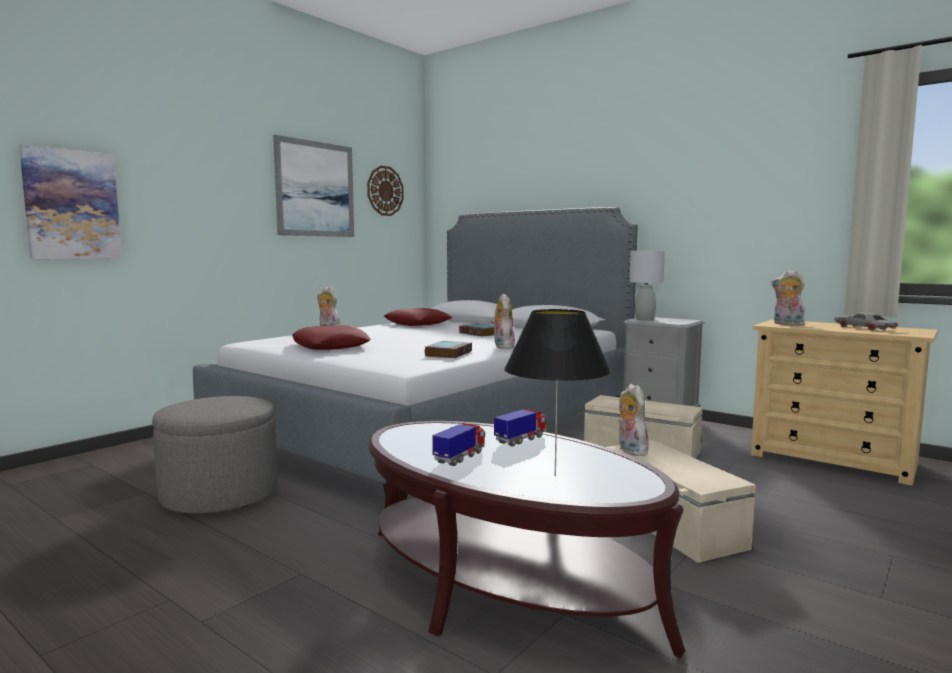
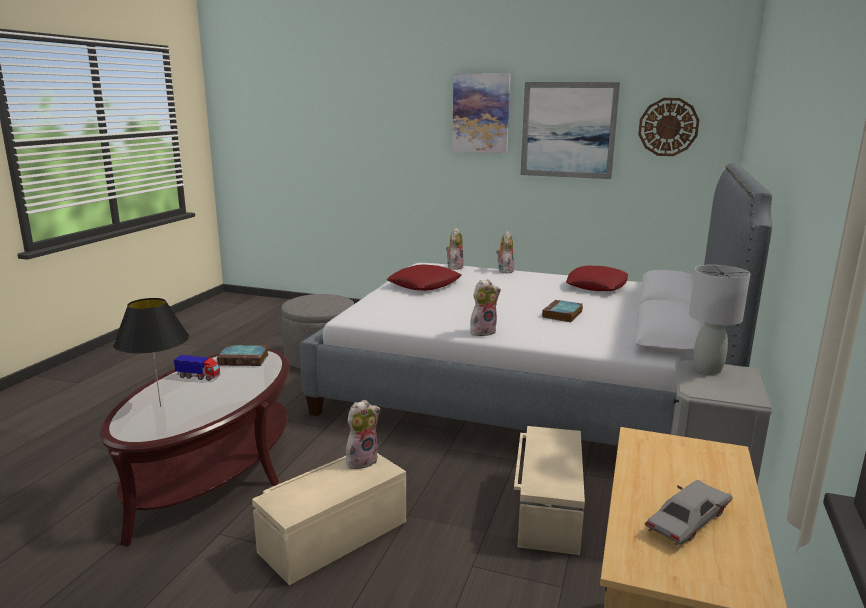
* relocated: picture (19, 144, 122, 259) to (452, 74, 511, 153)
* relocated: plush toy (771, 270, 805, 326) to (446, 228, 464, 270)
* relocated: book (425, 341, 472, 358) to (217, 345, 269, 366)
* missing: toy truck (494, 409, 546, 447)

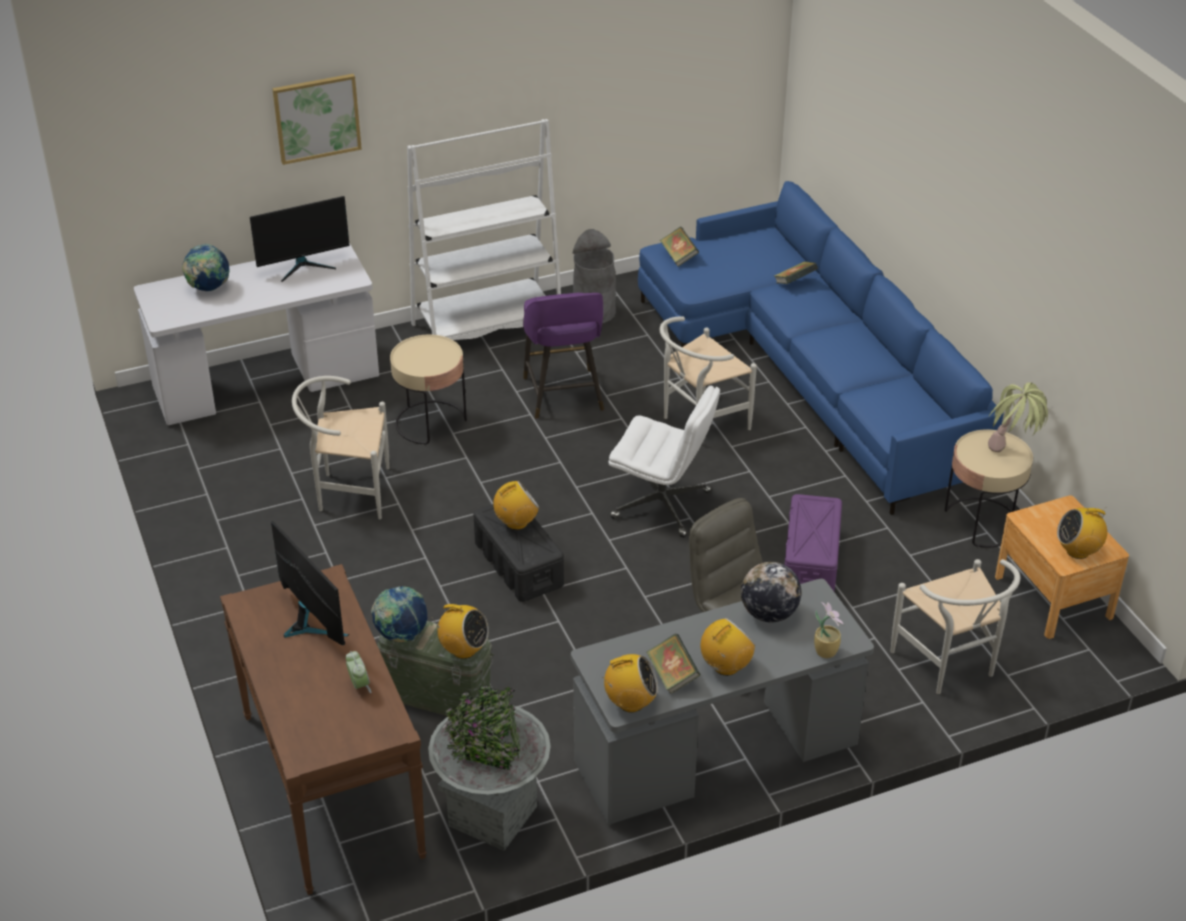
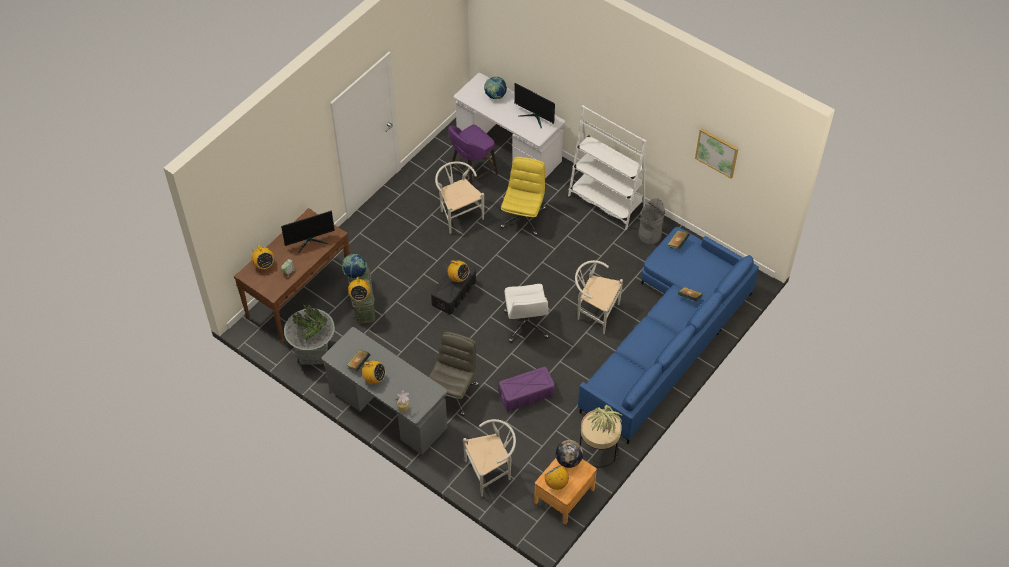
* relocated: picture (272, 74, 362, 165) to (695, 128, 739, 178)
* relocated: purple stool (523, 293, 604, 419) to (448, 125, 498, 184)
* exchanged: beige side table (390, 335, 467, 445) to yellow office chair (500, 157, 546, 235)
* spun: monitor (271, 521, 349, 645) = (281, 211, 335, 253) 45 degrees clockwise
* spun: white chair (890, 559, 1020, 694) = (463, 419, 516, 497) 150 degrees counterclockwise
* relocated: globe (741, 562, 801, 622) to (555, 440, 583, 468)
* relocated: radio (603, 654, 659, 712) to (252, 245, 274, 270)

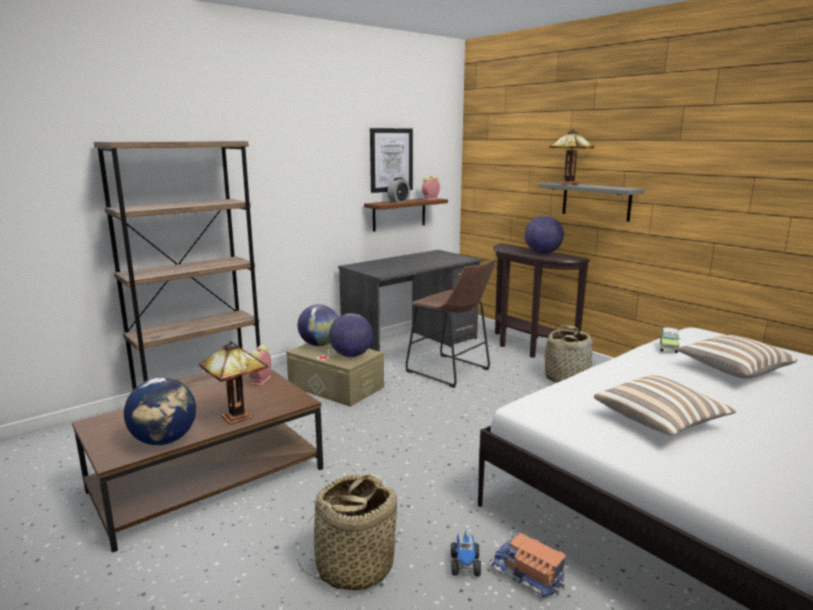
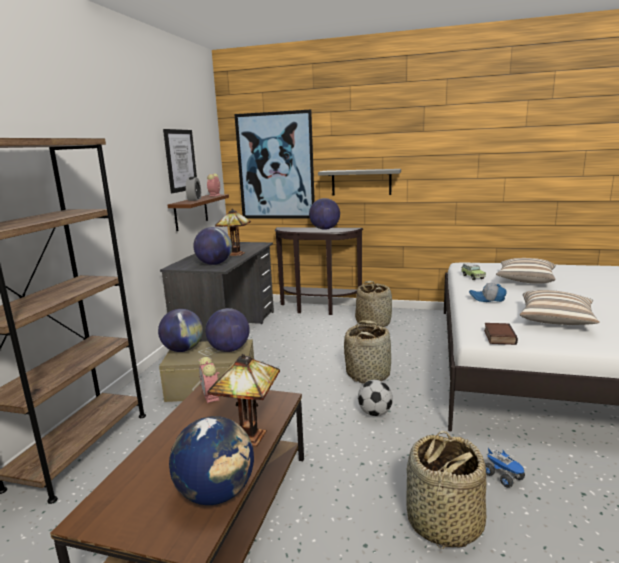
* relocated: table lamp (549, 129, 594, 185) to (215, 209, 251, 256)
* missing: brown stool (406, 259, 495, 388)
* missing: toy truck (490, 533, 566, 598)
* appeared: picture (234, 110, 315, 218)
* appeared: globe (193, 227, 232, 265)
* appeared: cap (469, 283, 507, 302)
* appeared: basket (344, 320, 391, 384)
* appeared: book (484, 323, 518, 345)
* appeared: football (358, 380, 393, 416)

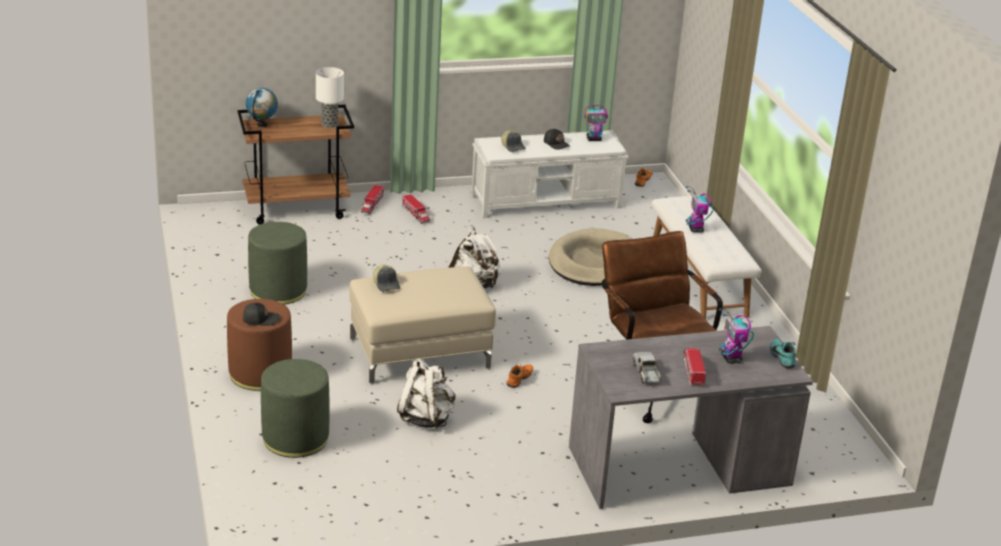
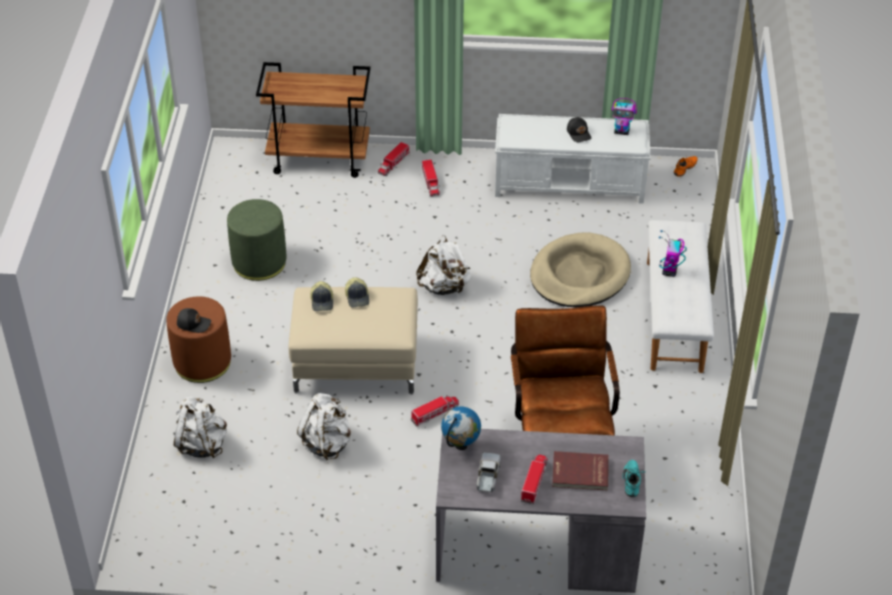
* missing: table lamp (316, 67, 344, 128)
* relocated: globe (246, 88, 278, 127) to (441, 407, 481, 450)
* relocated: cap (501, 131, 526, 152) to (345, 277, 369, 308)
* exchanged: toy robot (719, 308, 754, 364) to red book (552, 451, 609, 491)
* exchanged: green ottoman (261, 359, 330, 458) to white backpack (174, 397, 227, 458)
* exchanged: orange shoe (506, 364, 533, 388) to toy truck (411, 395, 459, 426)

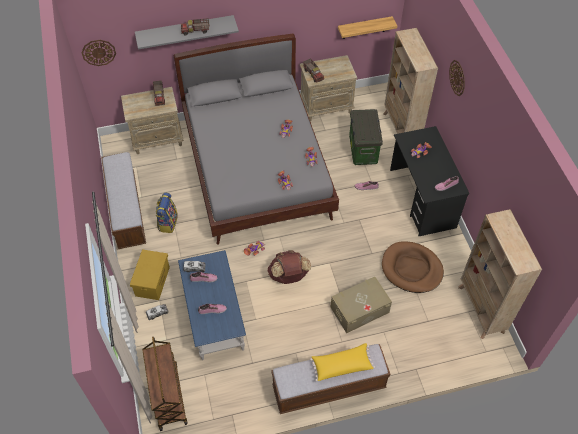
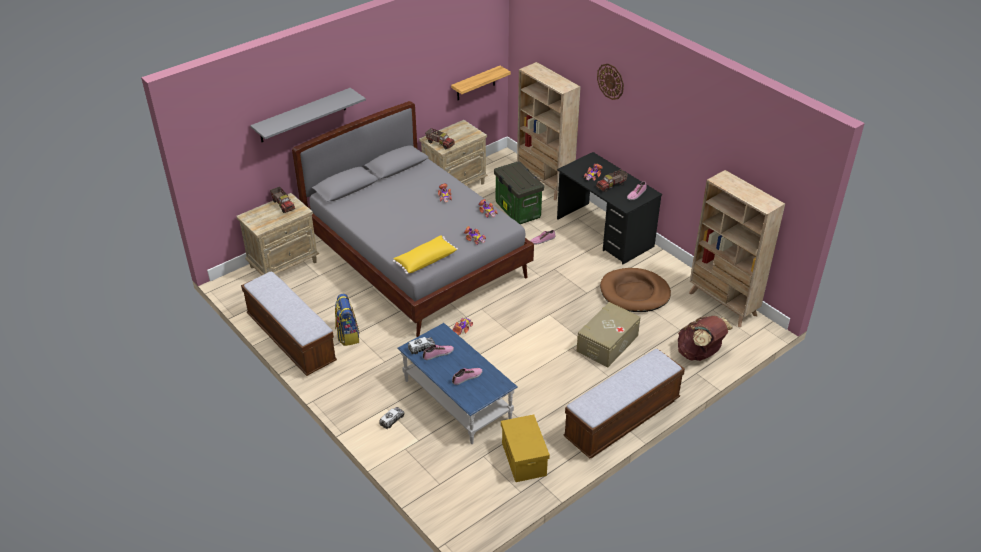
* relocated: toy truck (181, 18, 209, 36) to (596, 169, 628, 192)
* missing: wall clock (81, 40, 116, 66)
* relocated: yellow storage box (130, 249, 170, 300) to (501, 415, 550, 482)
* relocated: brown backpack (268, 250, 311, 284) to (678, 316, 733, 361)
* missing: brown cart (142, 337, 187, 431)
* relocated: yellow pillow (310, 343, 375, 381) to (393, 235, 458, 274)

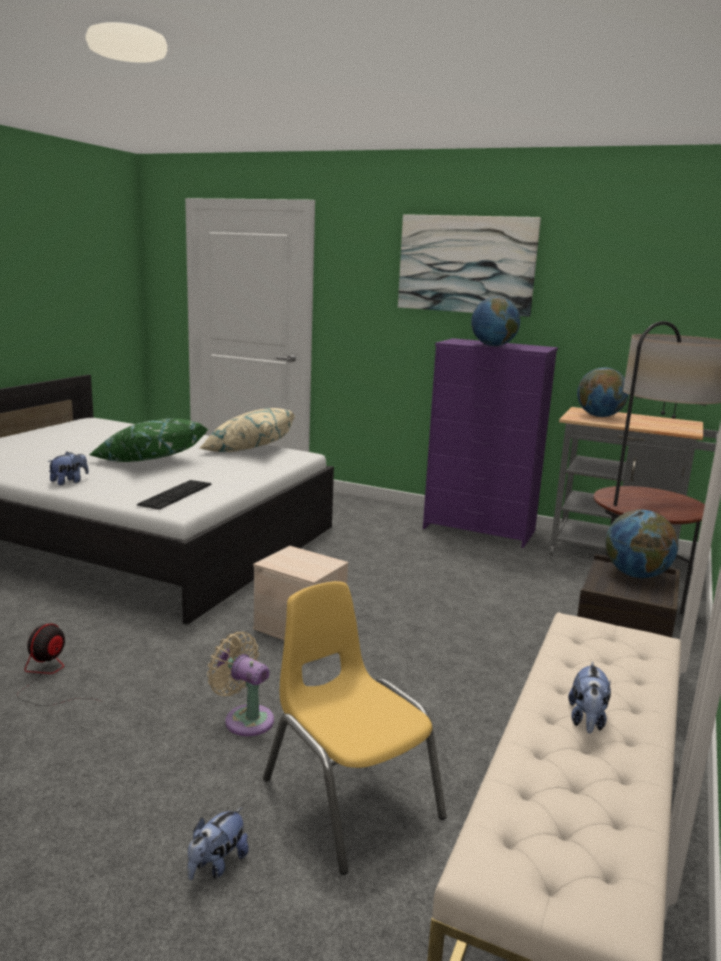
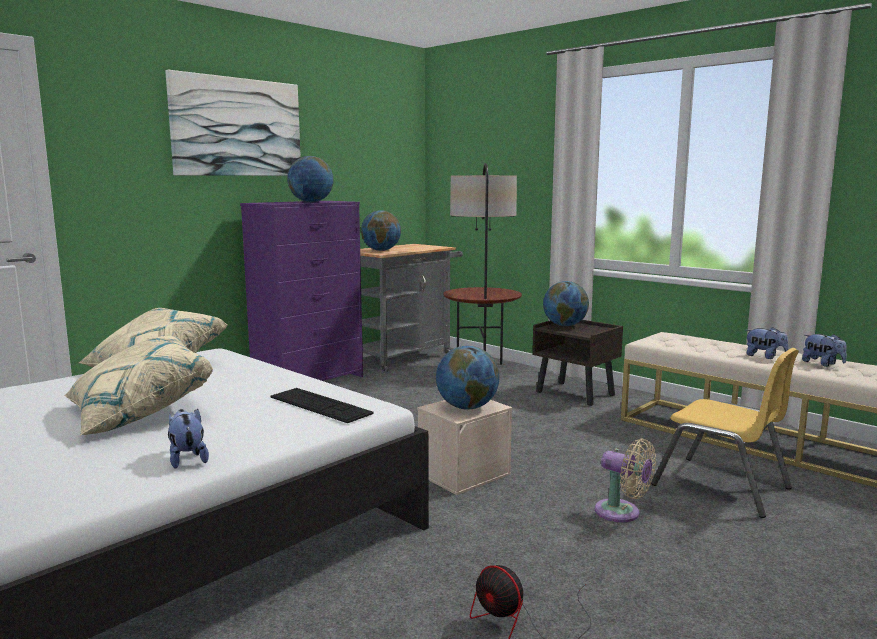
* colour: green pillow (90, 418, 209, 462) to beige pillow (64, 336, 213, 435)
* spun: yellow chair (263, 581, 447, 875) = (651, 348, 799, 518) 120 degrees counterclockwise
* spun: beige fan (207, 632, 274, 736) = (595, 438, 656, 522) 105 degrees counterclockwise
* relocated: plush toy (188, 807, 248, 880) to (802, 334, 847, 367)
* appeared: globe (436, 346, 500, 409)

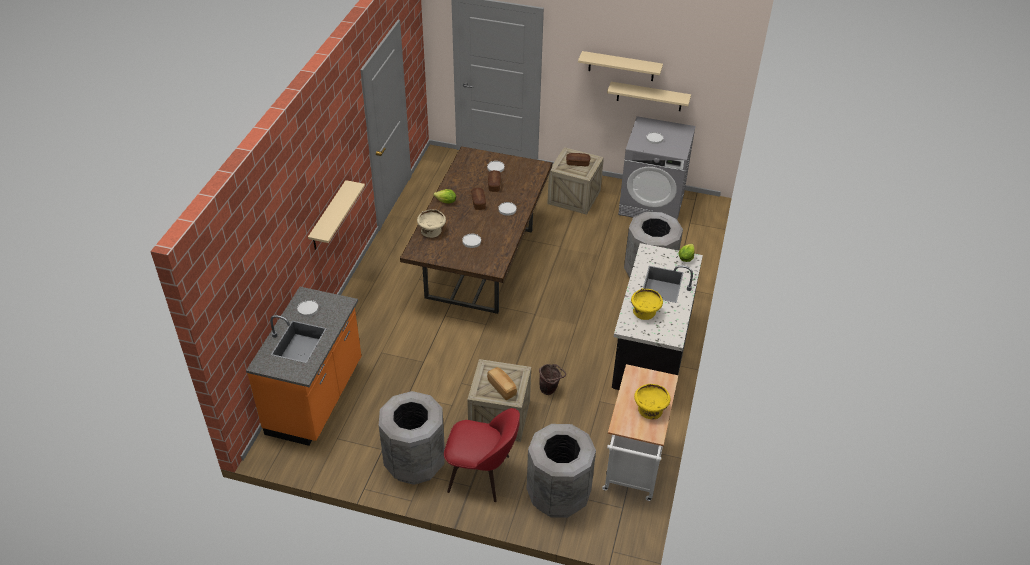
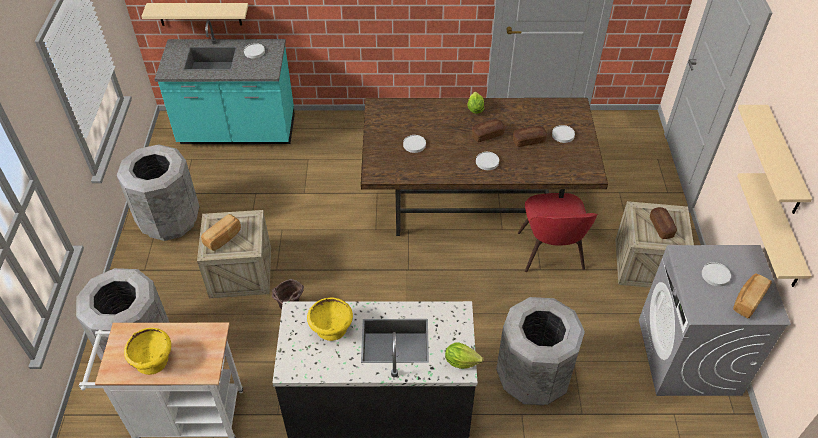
* relocated: beige shelf (308, 180, 365, 250) to (141, 3, 248, 26)
* missing: beige bowl (417, 210, 446, 238)
* colour: orange counter (246, 287, 362, 446) to turquoise counter (155, 20, 295, 144)
* relocated: red chair (444, 408, 520, 502) to (518, 193, 598, 272)
* appeared: bread (733, 273, 772, 319)

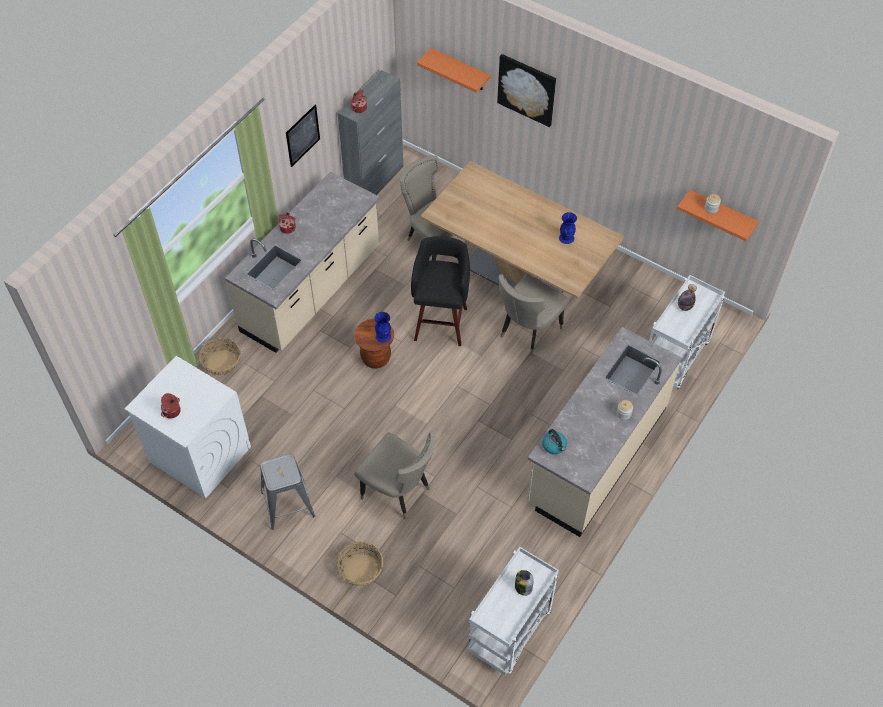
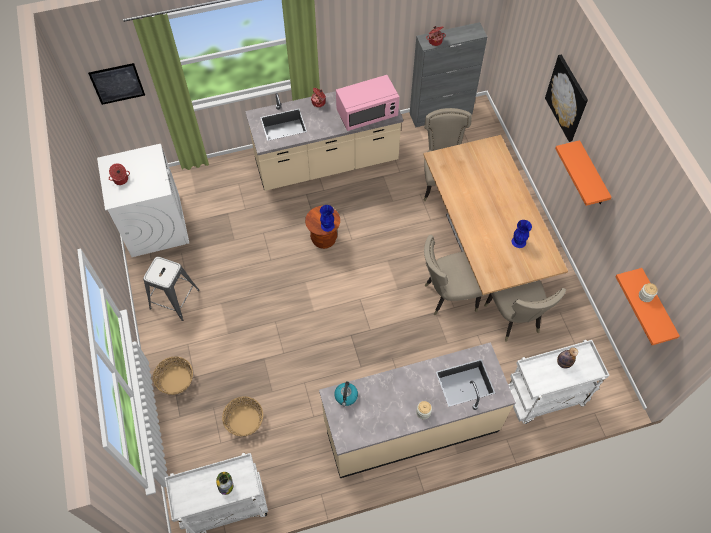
* relocated: orange shelf (417, 48, 491, 93) to (555, 140, 612, 206)
* relocated: picture (286, 105, 320, 167) to (88, 63, 145, 105)
* missing: black stool (411, 236, 470, 346)
* relocated: basket (199, 338, 241, 375) to (222, 396, 263, 437)
* relocated: beige chair (354, 431, 436, 520) to (484, 280, 566, 341)
* appeared: pink microwave (336, 75, 399, 131)

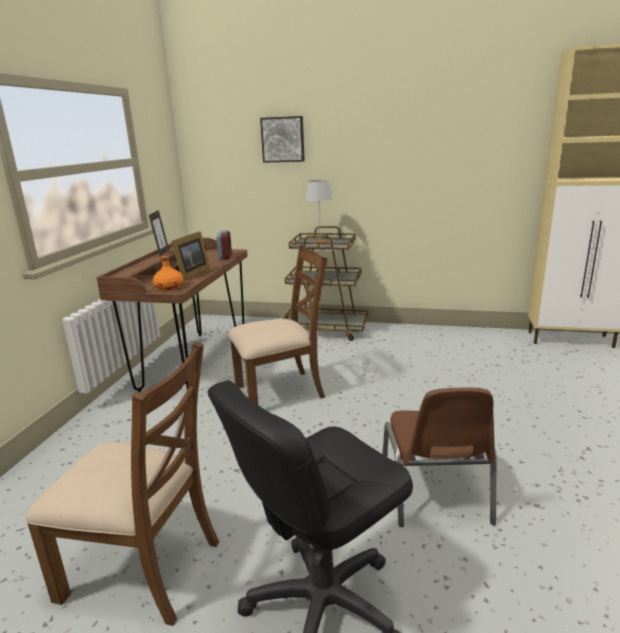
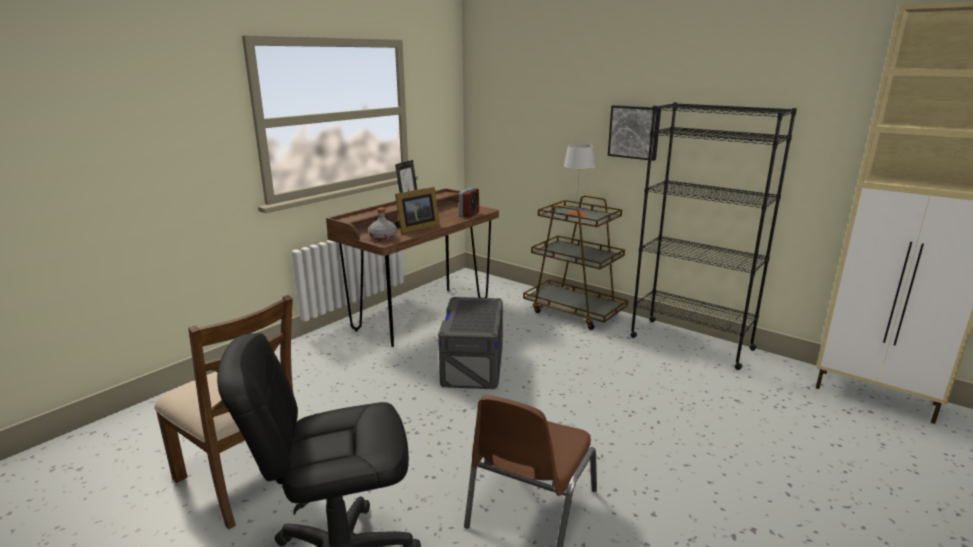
* relocated: picture (260, 116, 305, 163) to (608, 105, 661, 161)
* exchanged: brown chair (228, 245, 328, 405) to grey storage box (438, 297, 503, 389)
* colour: orange bottle (153, 256, 183, 290) to grey bottle (368, 207, 397, 241)
* appeared: black bookcase (630, 102, 797, 370)

